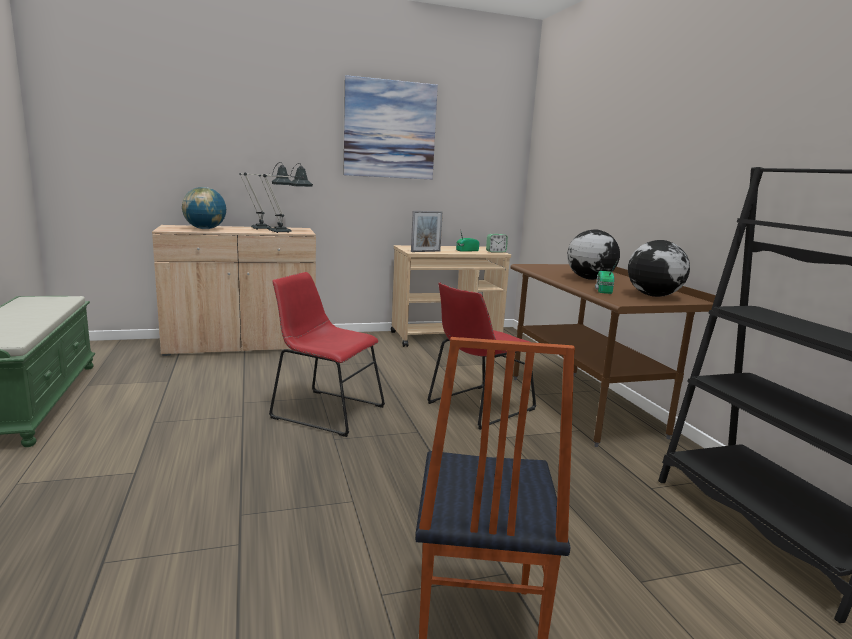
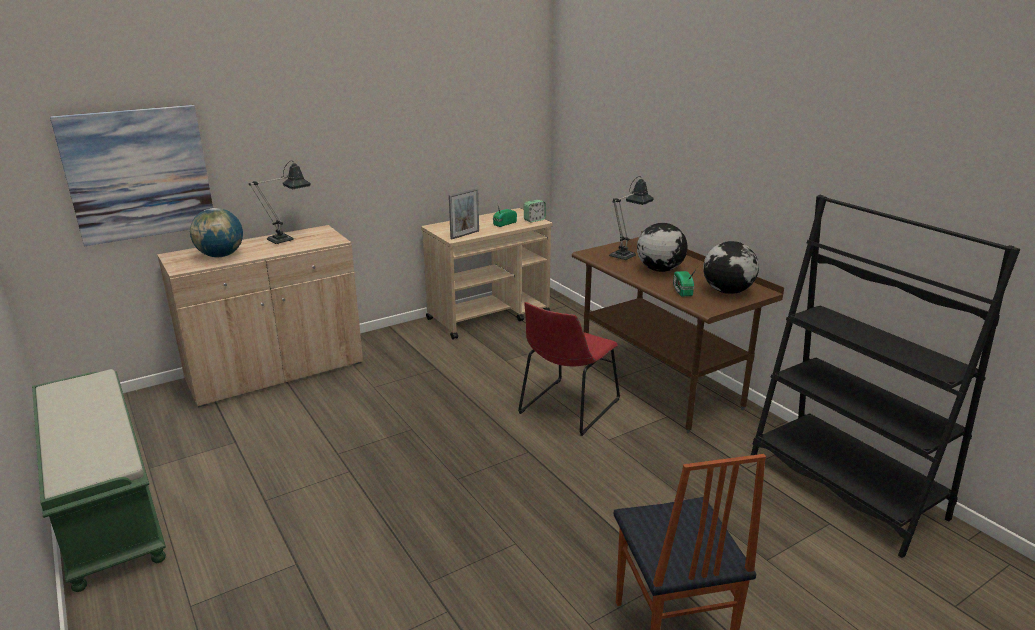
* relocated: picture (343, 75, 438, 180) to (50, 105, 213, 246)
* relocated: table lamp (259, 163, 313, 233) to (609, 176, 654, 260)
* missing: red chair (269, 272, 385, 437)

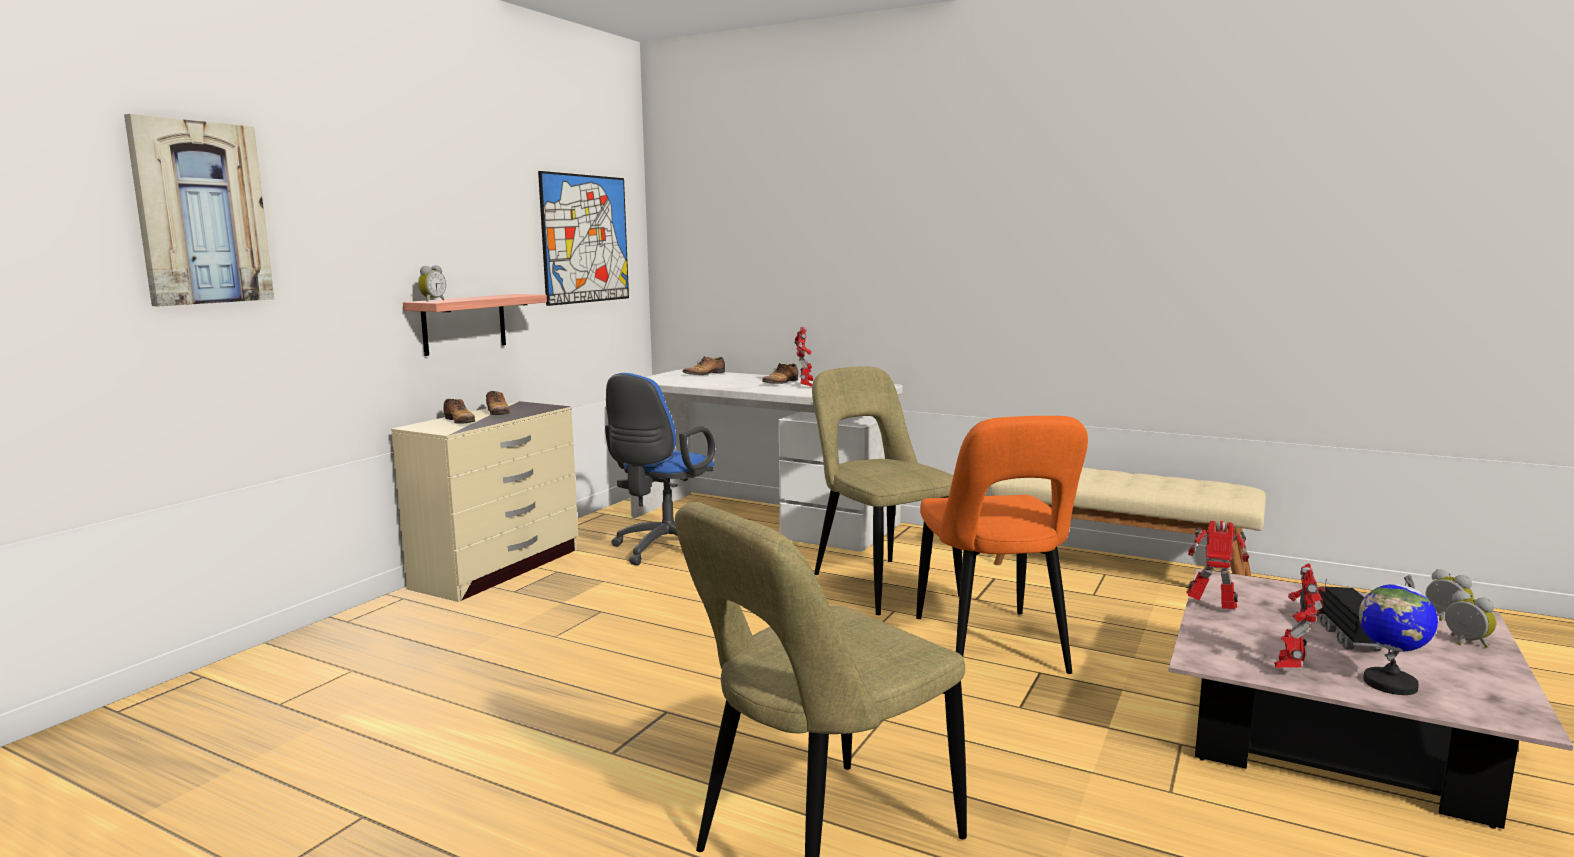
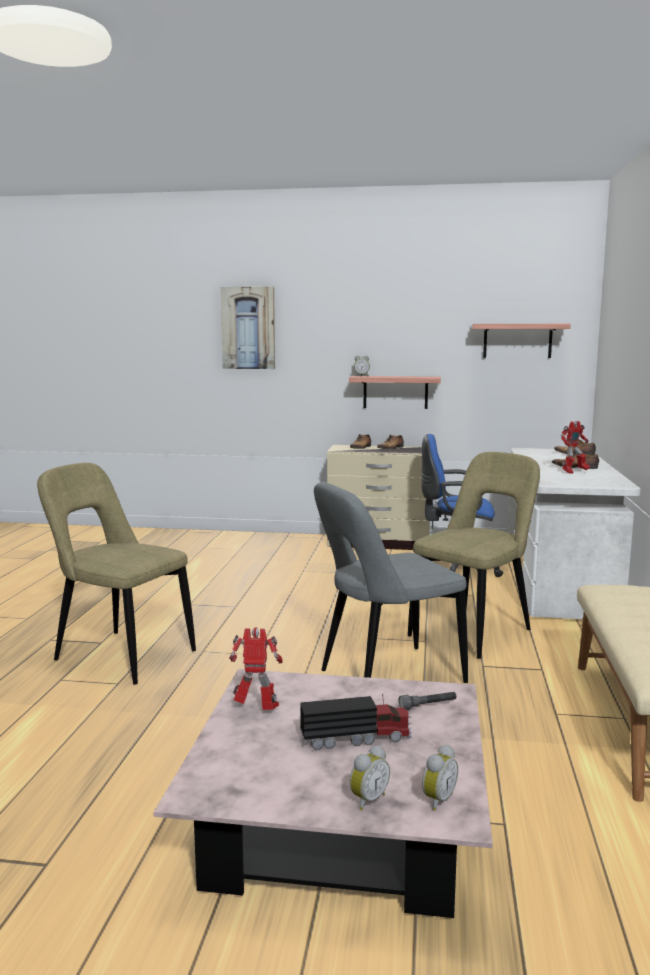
* exchanged: picture (538, 171, 629, 306) to shelf (472, 324, 571, 358)
* colour: orange chair (916, 416, 1088, 674) to grey chair (314, 482, 468, 683)
* missing: toy robot (1186, 521, 1249, 609)
* missing: globe (1359, 575, 1438, 695)
* appeared: grey flashlight (399, 692, 456, 710)

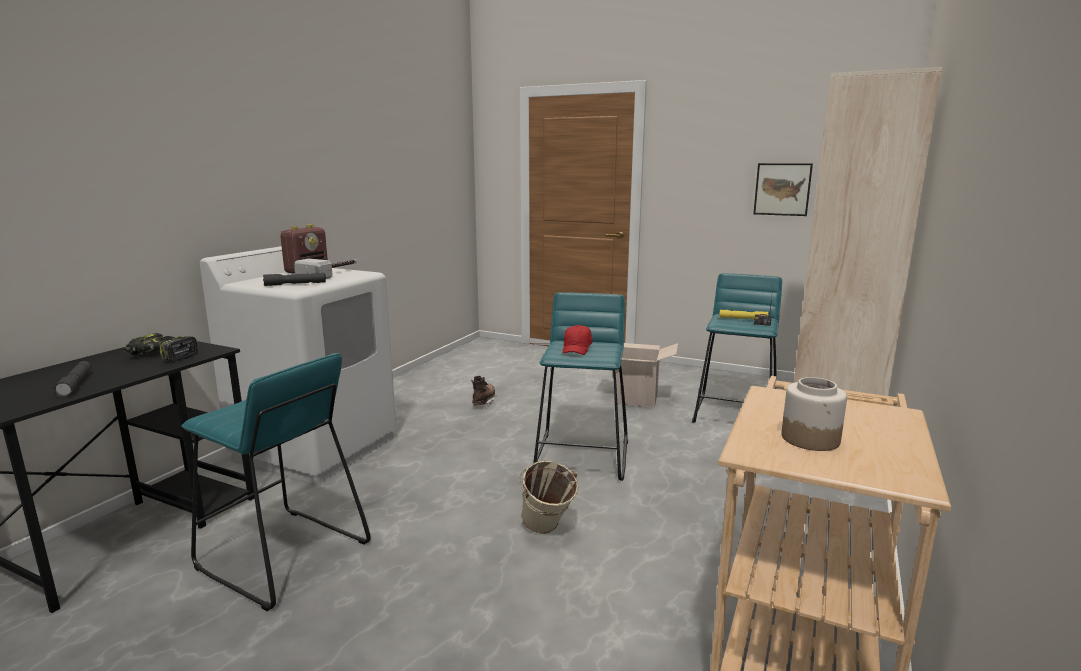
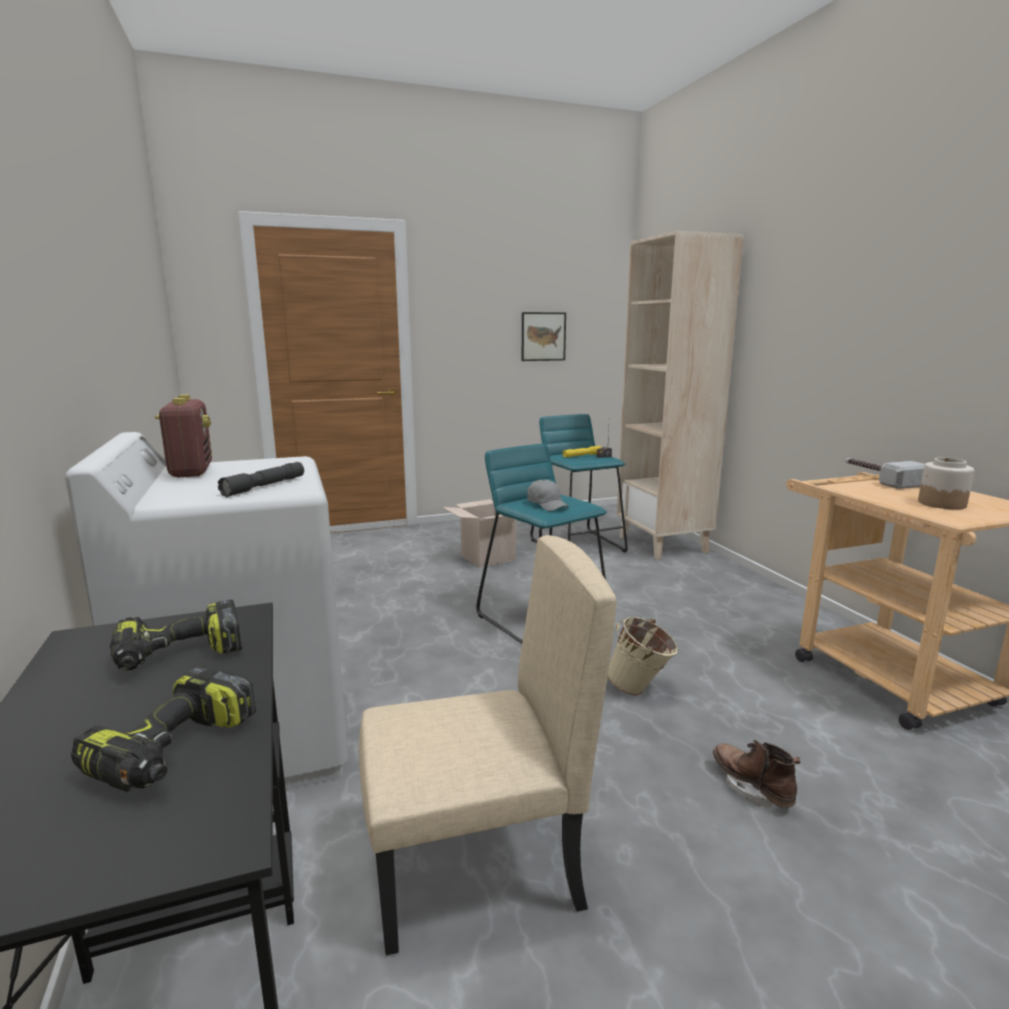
* relocated: hammer (294, 258, 357, 279) to (845, 458, 925, 489)
* colour: red cap (562, 325, 592, 355) to grey cap (527, 479, 569, 511)
* exchanged: turquoise stool (181, 353, 371, 611) to beige chair (359, 535, 616, 955)
* exchanged: grey flashlight (53, 361, 92, 397) to power drill (71, 665, 256, 792)
* relocated: brown boot (471, 376, 496, 407) to (713, 740, 800, 809)

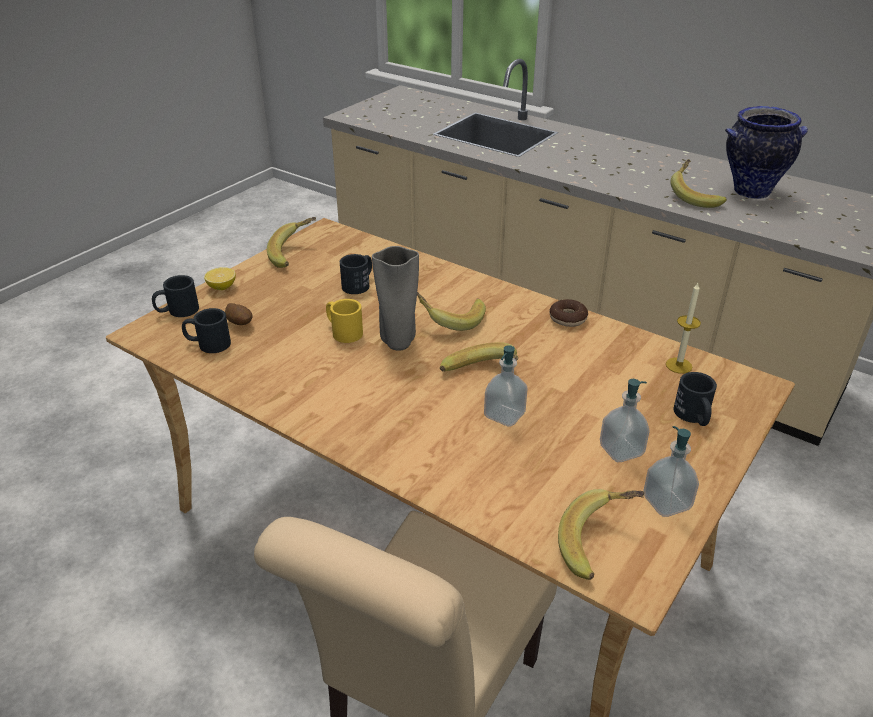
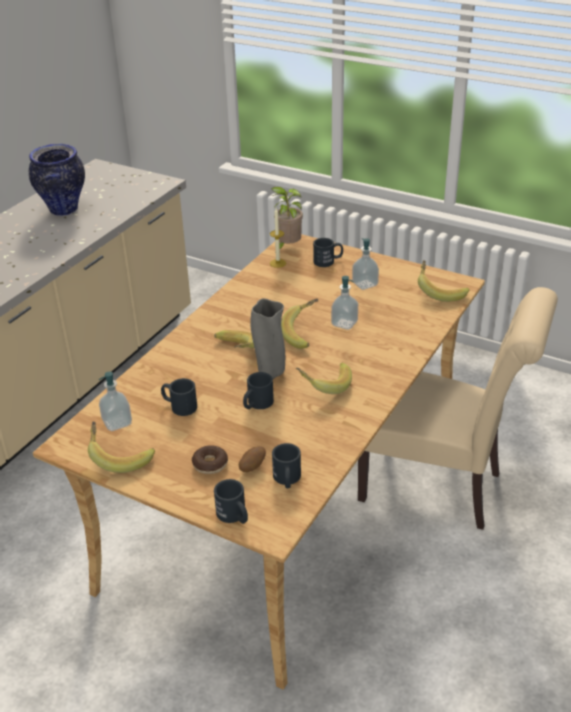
* relocated: banana (670, 159, 727, 208) to (296, 363, 352, 394)
* missing: lemon (204, 267, 236, 290)
* colour: yellow mug (326, 299, 363, 343) to black mug (243, 372, 274, 409)
* relocated: donut (549, 299, 588, 327) to (192, 445, 228, 474)
* relocated: soap dispenser (644, 426, 699, 517) to (99, 372, 132, 431)
* appeared: potted plant (271, 187, 303, 253)

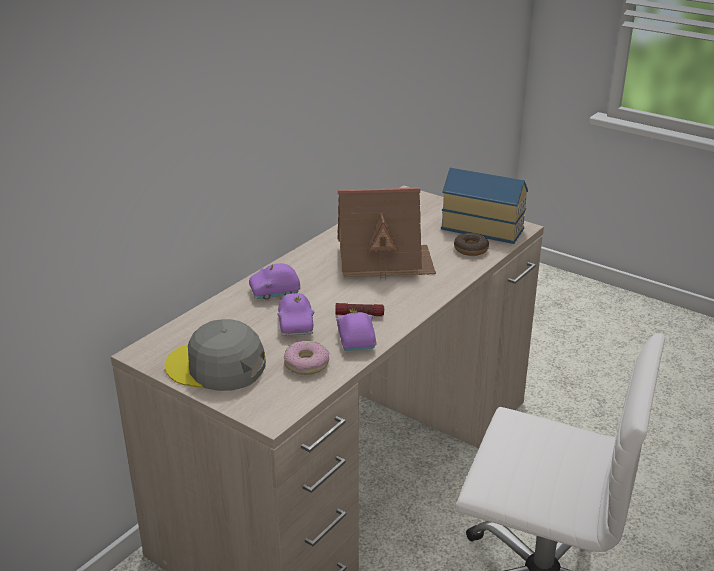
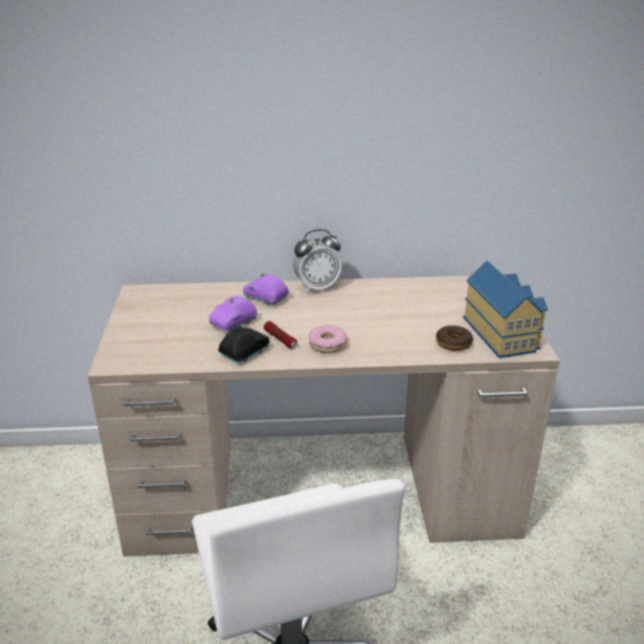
* missing: toy house (337, 187, 436, 281)
* colour: purple toy car (336, 308, 377, 351) to black toy car (218, 323, 270, 363)
* missing: grey cap (165, 319, 266, 391)
* relocated: donut (284, 341, 329, 375) to (309, 325, 347, 353)
* appeared: alarm clock (293, 229, 342, 293)

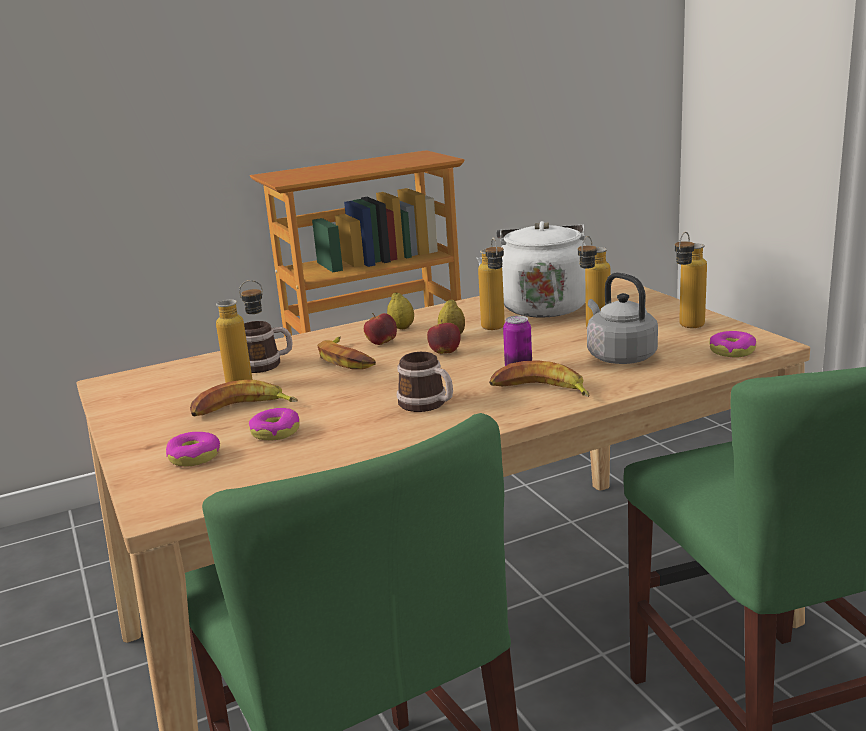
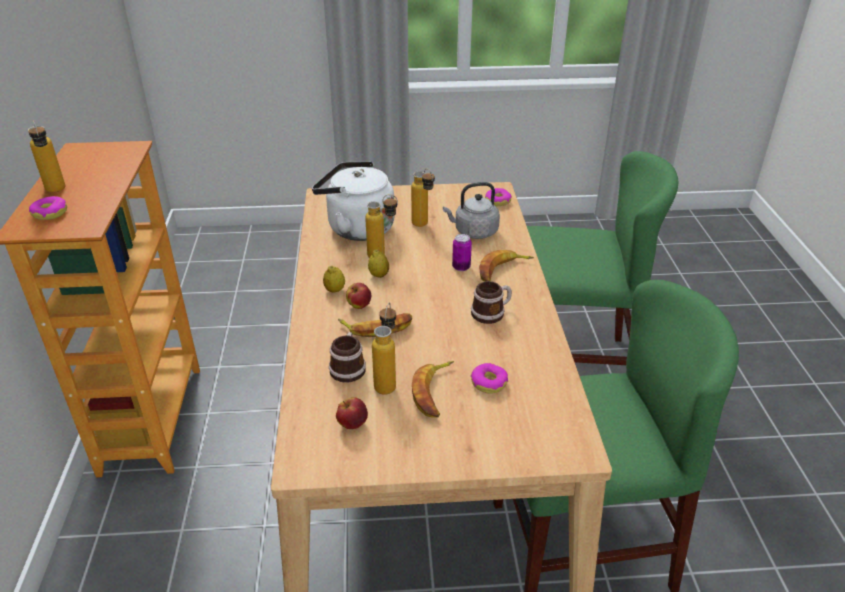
* relocated: bottle (675, 232, 707, 328) to (28, 121, 65, 193)
* relocated: apple (427, 319, 460, 354) to (336, 397, 368, 429)
* relocated: donut (166, 432, 220, 467) to (29, 196, 67, 220)

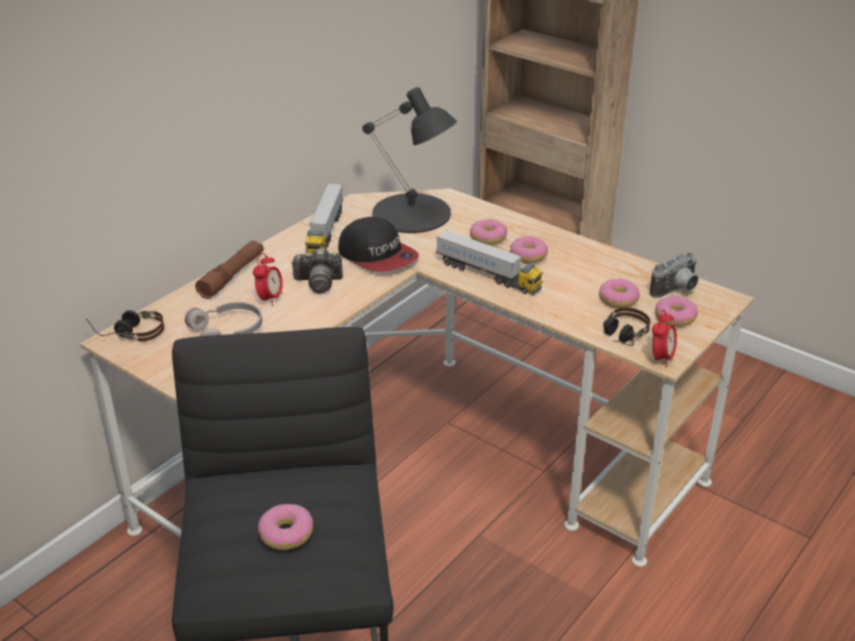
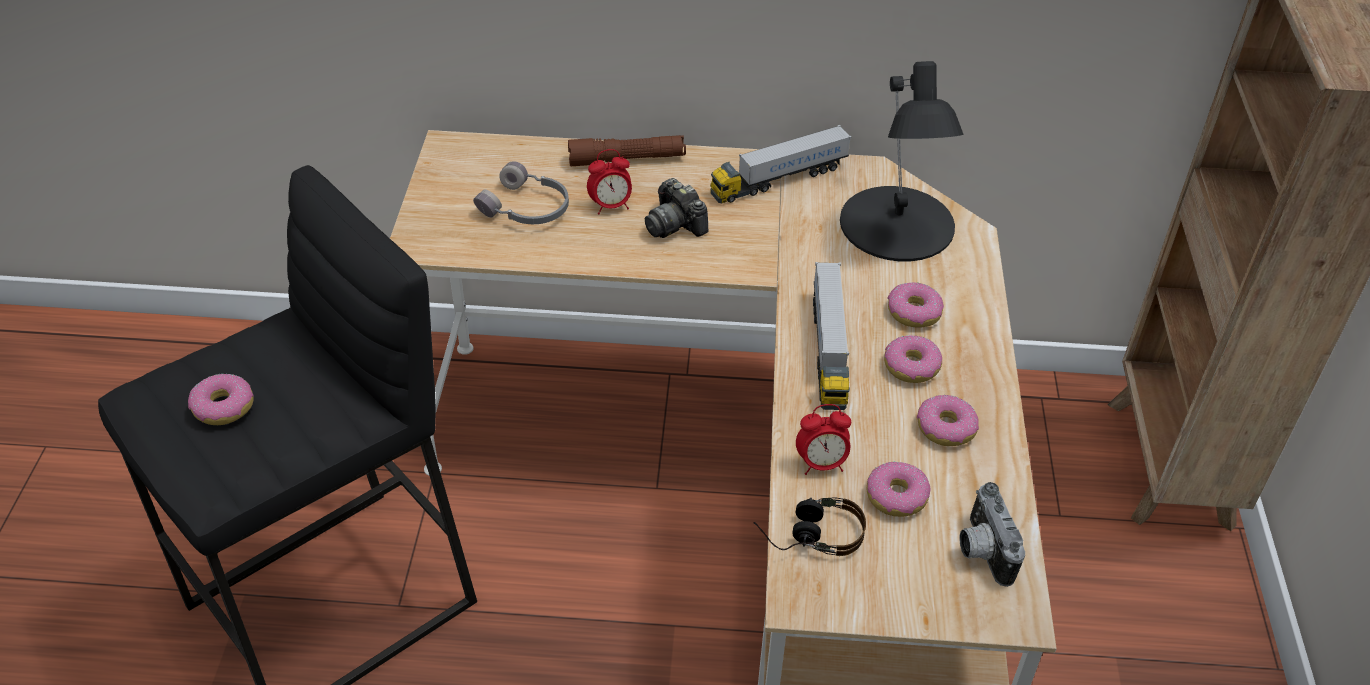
* missing: cap (338, 217, 419, 272)
* spun: photo camera (650, 253, 698, 298) = (960, 482, 1025, 587) 60 degrees clockwise
* relocated: donut (655, 296, 698, 327) to (917, 394, 979, 446)
* relocated: alarm clock (652, 309, 677, 367) to (796, 404, 851, 475)
* missing: headphones (86, 310, 164, 342)

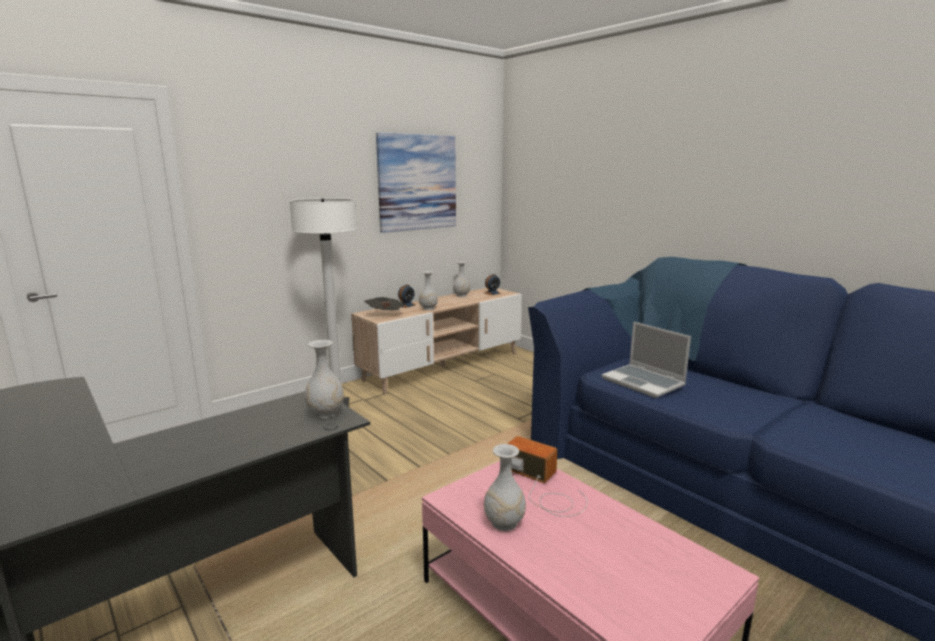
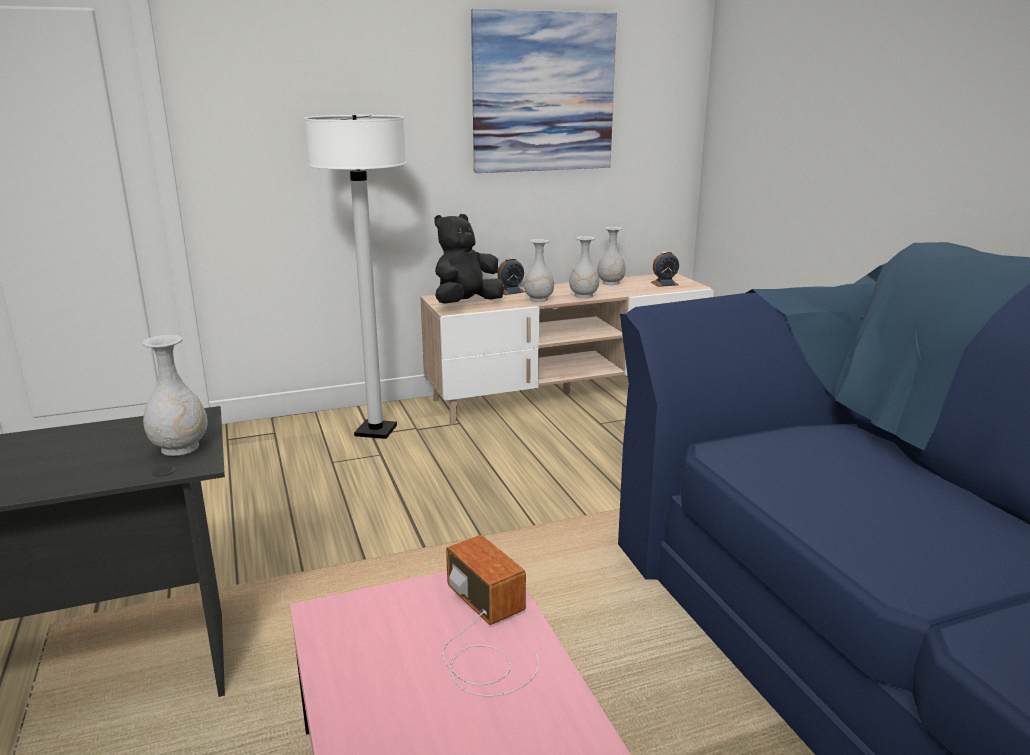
* exchanged: newspaper (364, 297, 405, 310) to black plush toy (434, 214, 504, 304)
* missing: laptop (601, 321, 691, 398)
* relocated: white vase (484, 444, 526, 531) to (569, 236, 599, 298)

